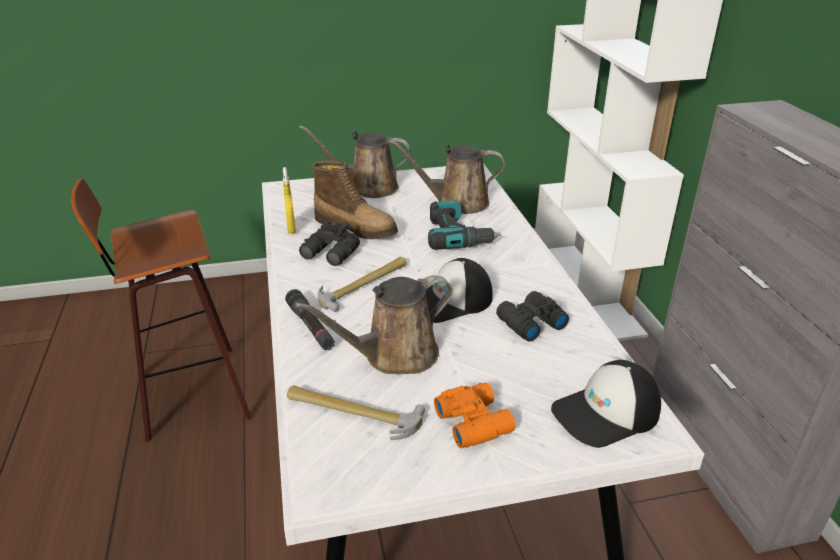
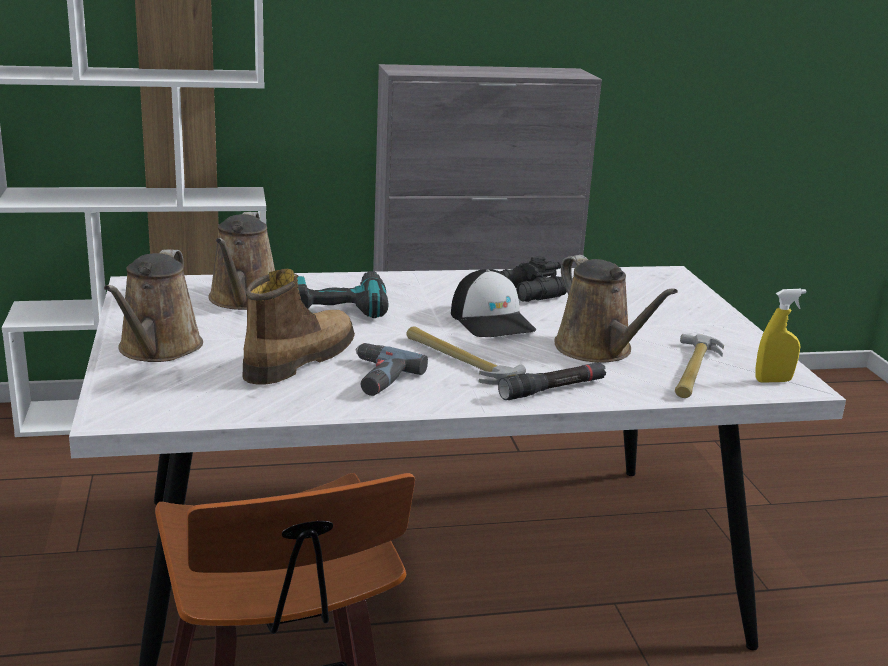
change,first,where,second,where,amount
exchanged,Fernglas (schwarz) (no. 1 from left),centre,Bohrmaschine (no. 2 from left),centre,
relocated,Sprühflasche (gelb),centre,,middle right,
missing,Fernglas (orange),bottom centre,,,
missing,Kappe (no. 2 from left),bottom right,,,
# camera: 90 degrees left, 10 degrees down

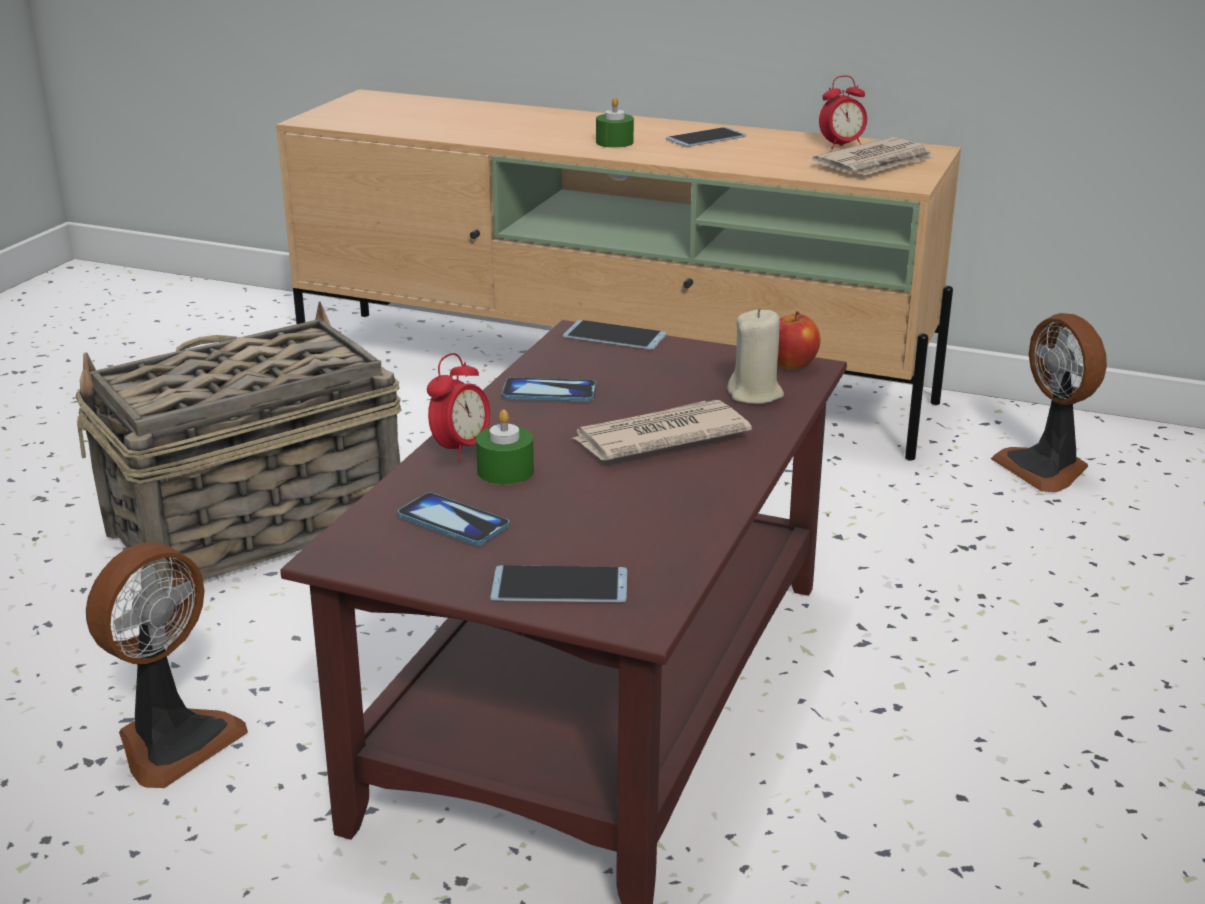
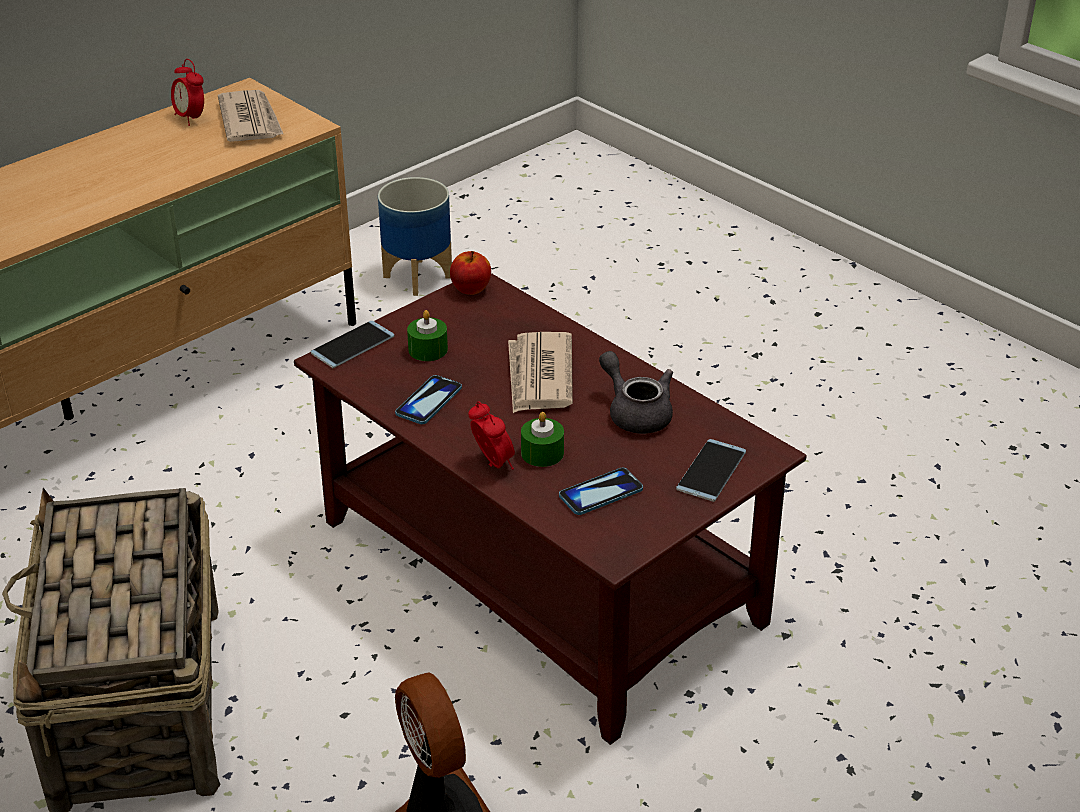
change,first,where,second,where,amount
spun,Wecker (no. 2 from left in the first image),top right,Wecker (no. 1 from left),top left,135 degrees clockwise
exchanged,Ventilator (no. 2 from left),middle right,Pflanzkübel,top centre,
relocated,Kerze (grün) (no. 2 from left in the first image),top centre,Kerze (grün) (no. 1 from left),centre,
appeared,,,Teekanne (grau),centre,
missing,Handy (no. 5 from left),top centre,,,
missing,Kerze (beige),centre,,,
# camera: 65 degrees left, 10 degrees up

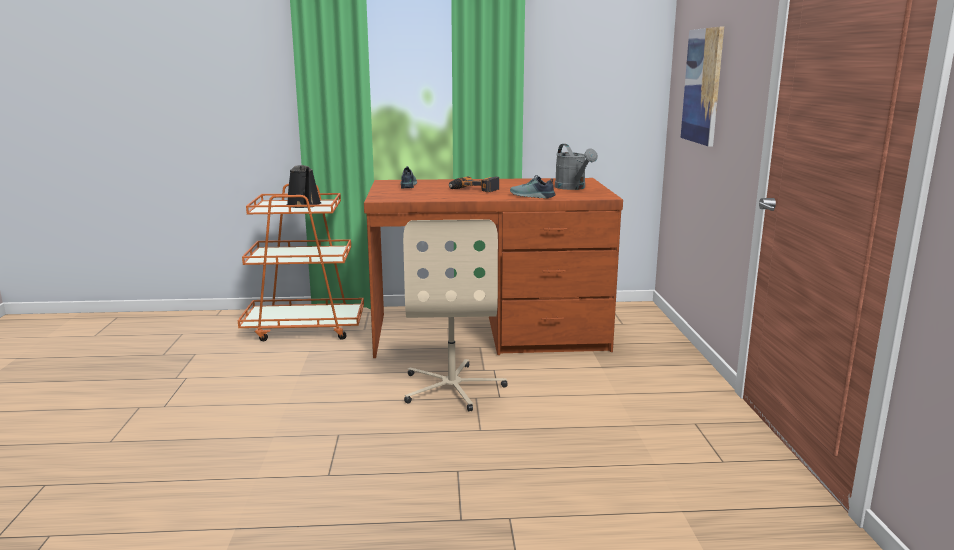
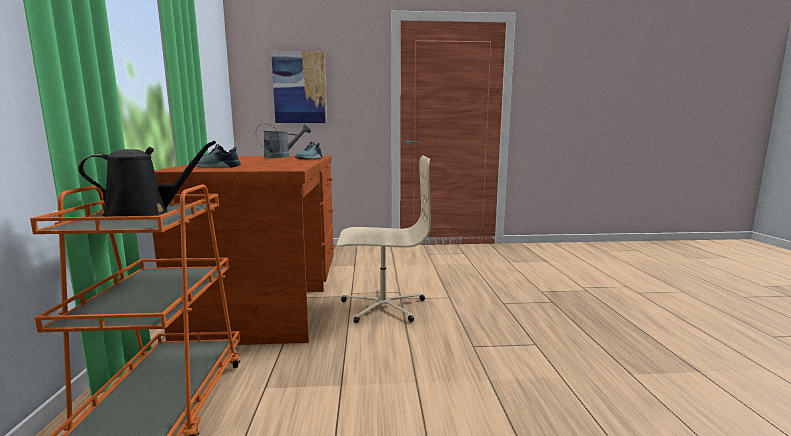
change,first,where,second,where,amount
missing,Bohrmaschine,centre,,,
# camera: 90 degrees left, 5 degrees down

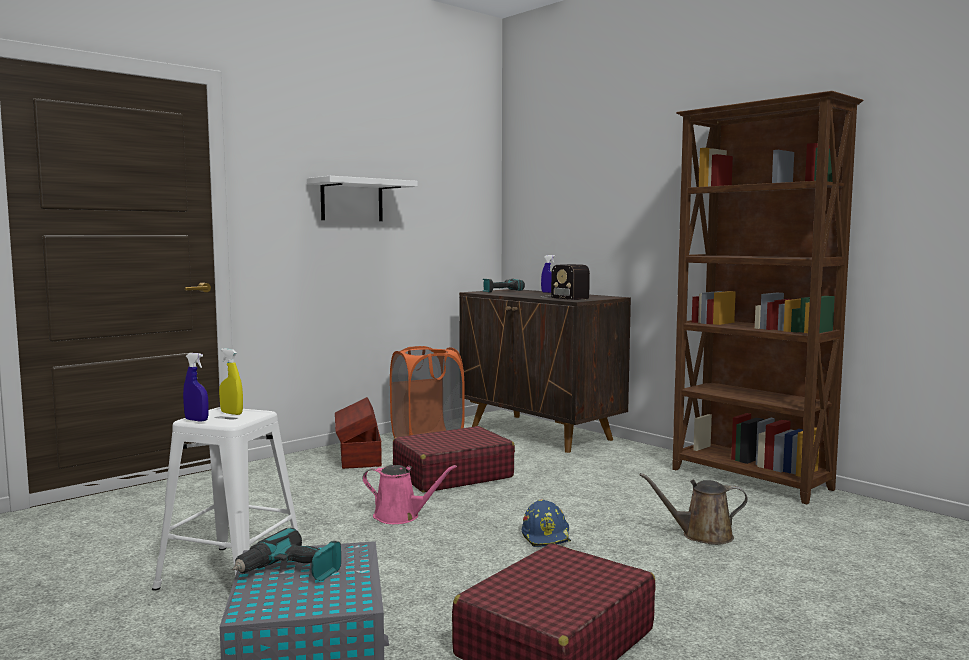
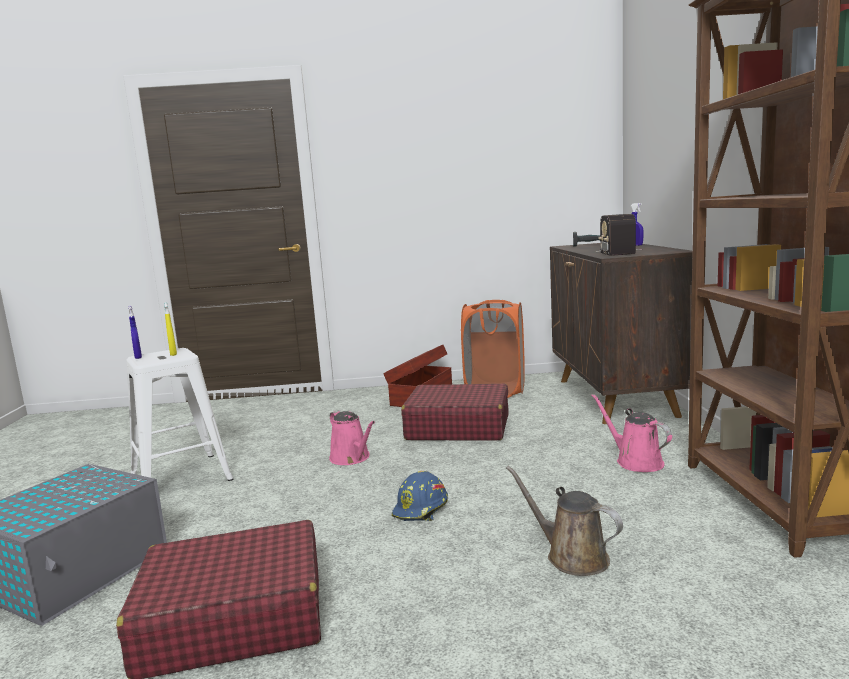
change,first,where,second,where,amount
appeared,,,Gießkanne (rosa) (no. 2 from left),middle right,
missing,Bohrmaschine (no. 1 from left),bottom left,,,
missing,Wandregal (weiß),top centre,,,
# camera: 40 degrees right, 5 degrees up

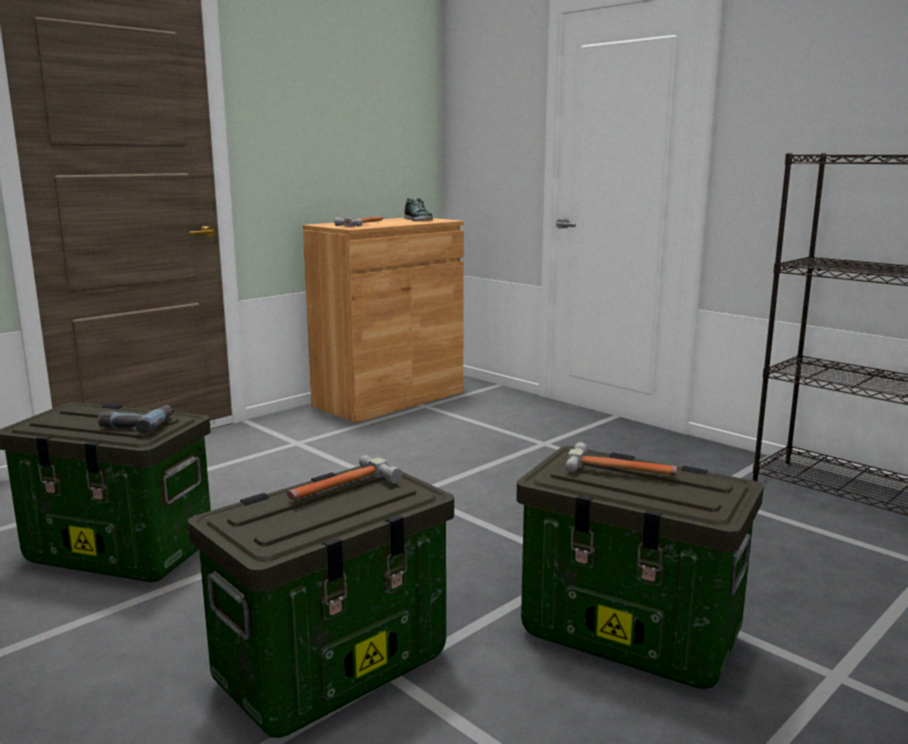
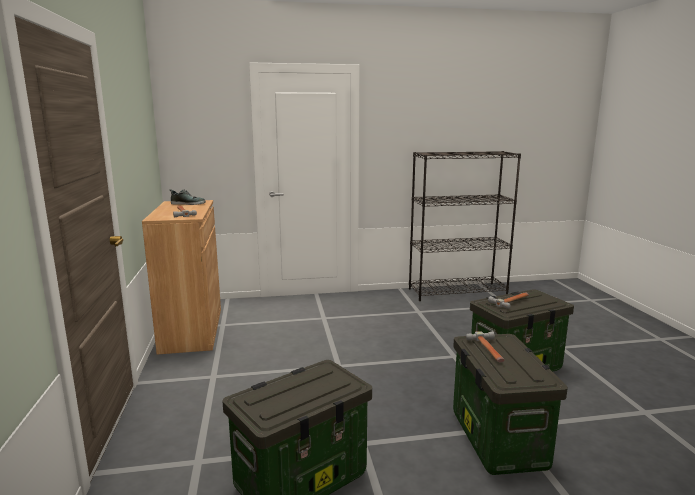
change,first,where,second,where,amount
missing,Bohrmaschine,middle left,,,
# camera: 55 degrees left, 0 degrees up

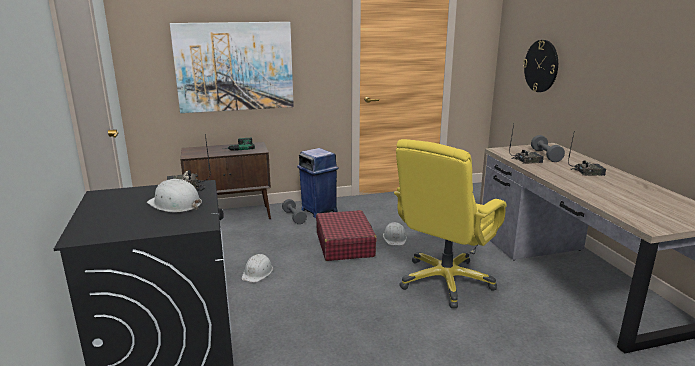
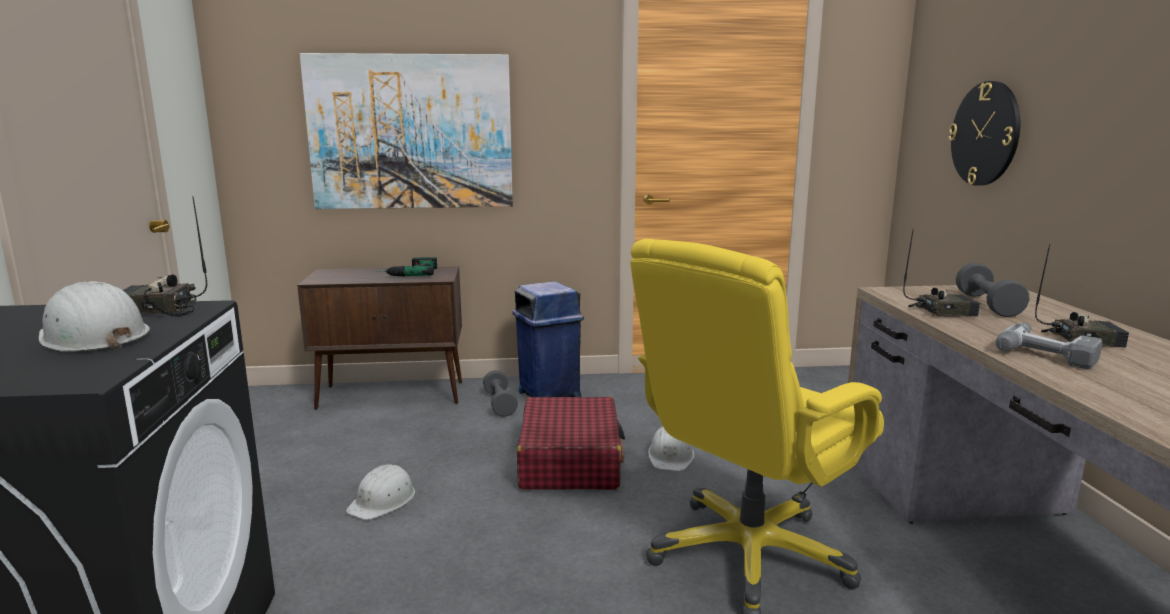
change,first,where,second,where,amount
appeared,,,Bohrmaschine (no. 2 from left),middle right,
# camera: 10 degrees right, 5 degrees down

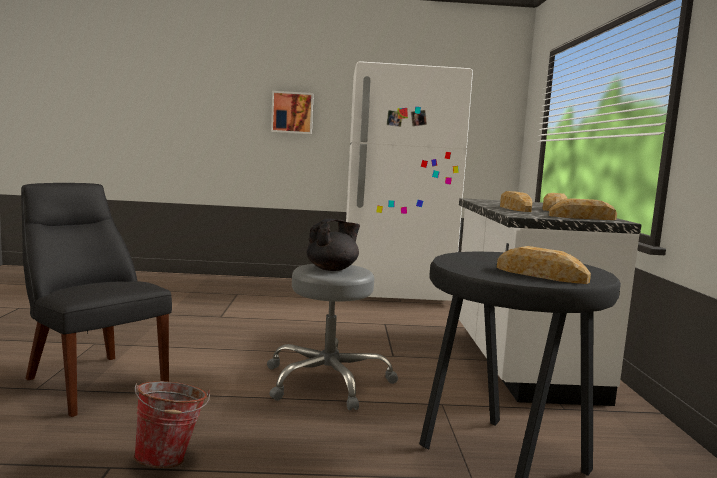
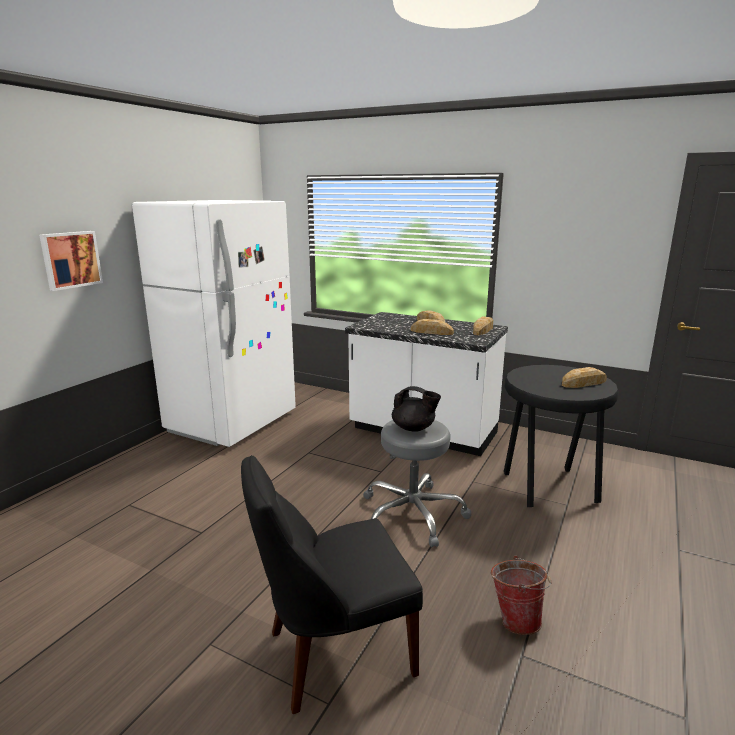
change,first,where,second,where,amount
spun,Teekanne (schwarz),centre,,centre,120 degrees clockwise
# camera: 60 degrees left, 10 degrees up

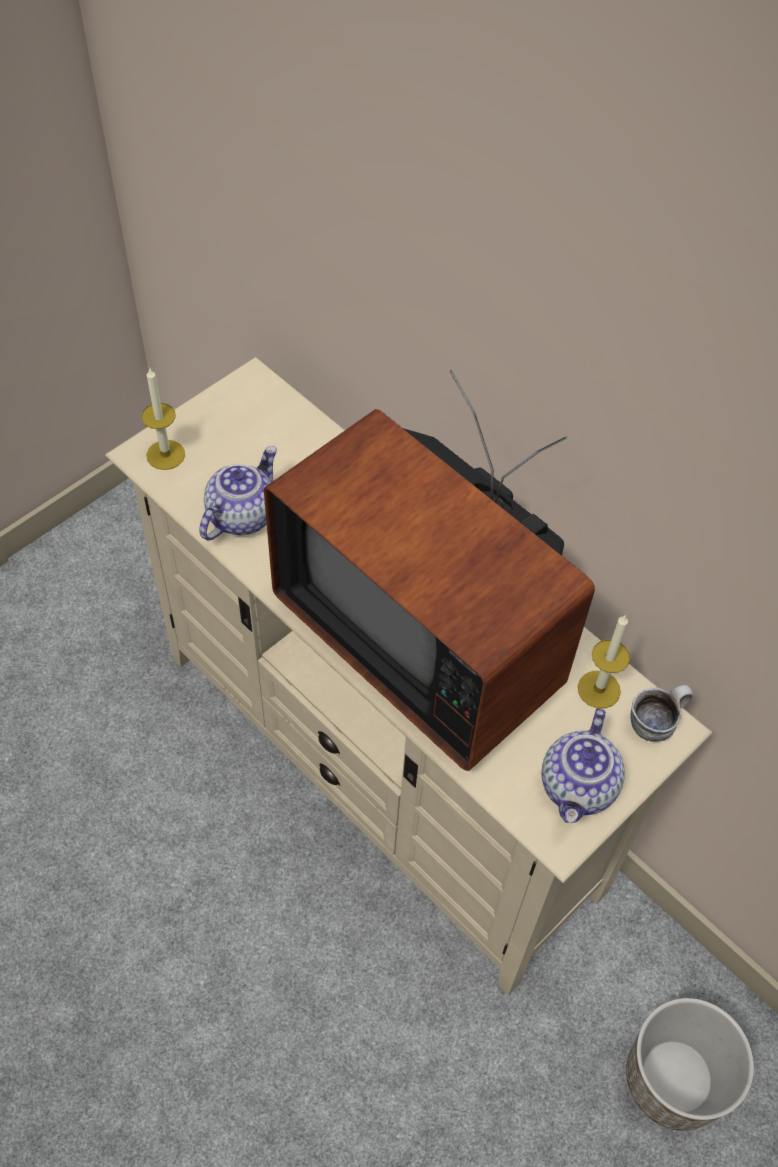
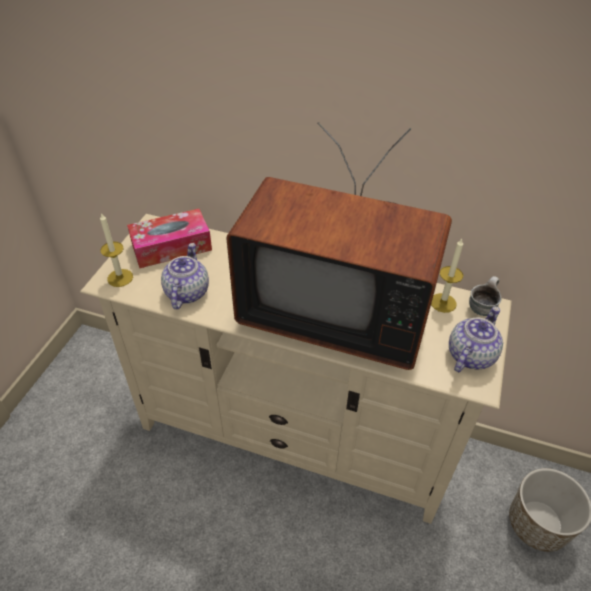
change,first,where,second,where,amount
appeared,,,Taschentuchbox,middle left,
spun,Teekanne (no. 2 from left),middle right,,middle right,135 degrees counterclockwise
# camera: 25 degrees left, 10 degrees down

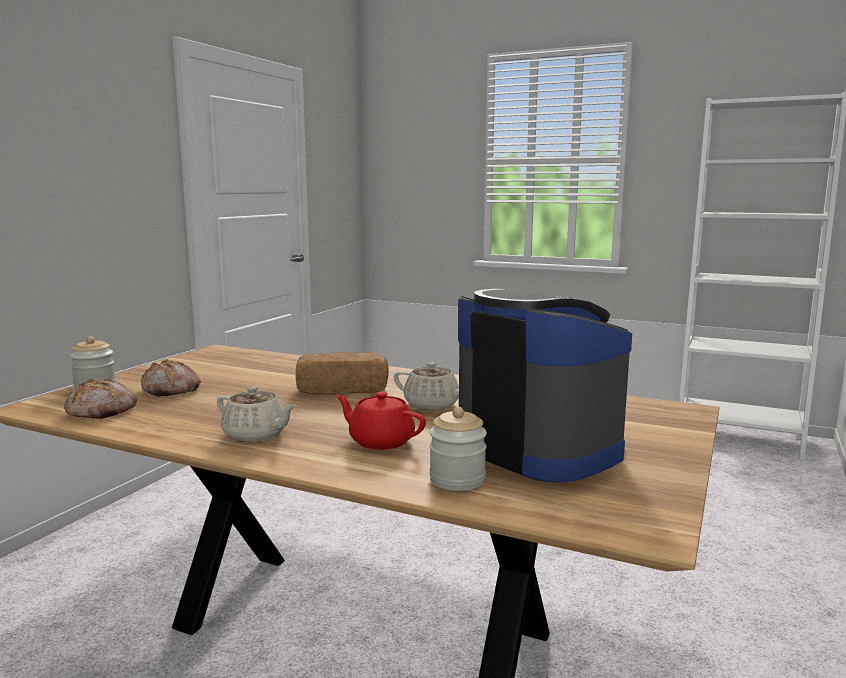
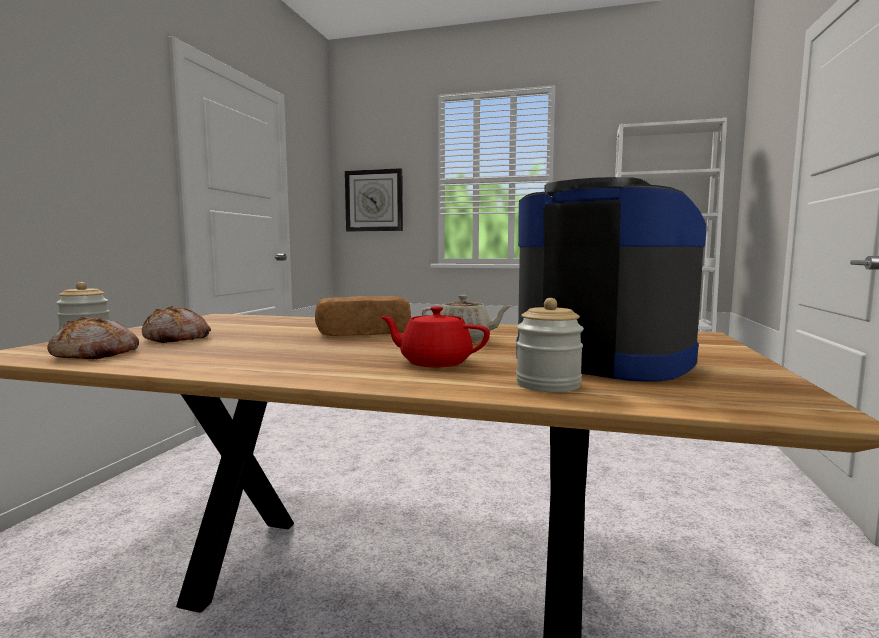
change,first,where,second,where,amount
appeared,,,Wanduhr,top centre,
missing,Teekanne (beige) (no. 1 from left),middle left,,,
# camera: 10 degrees left, 5 degrees down

